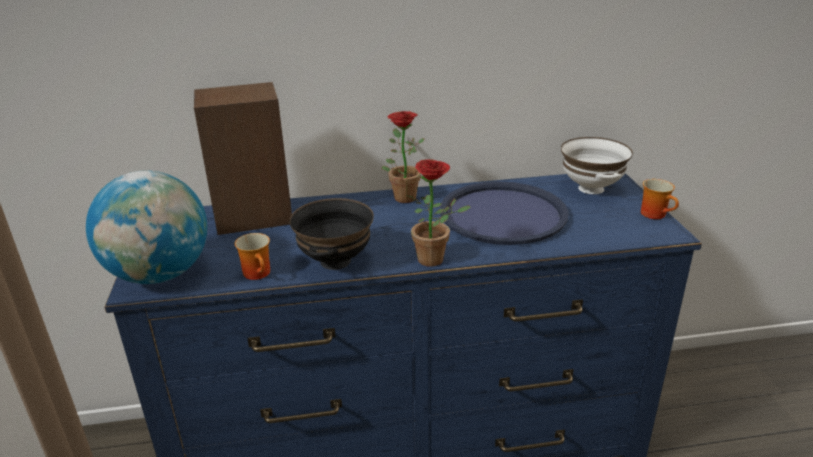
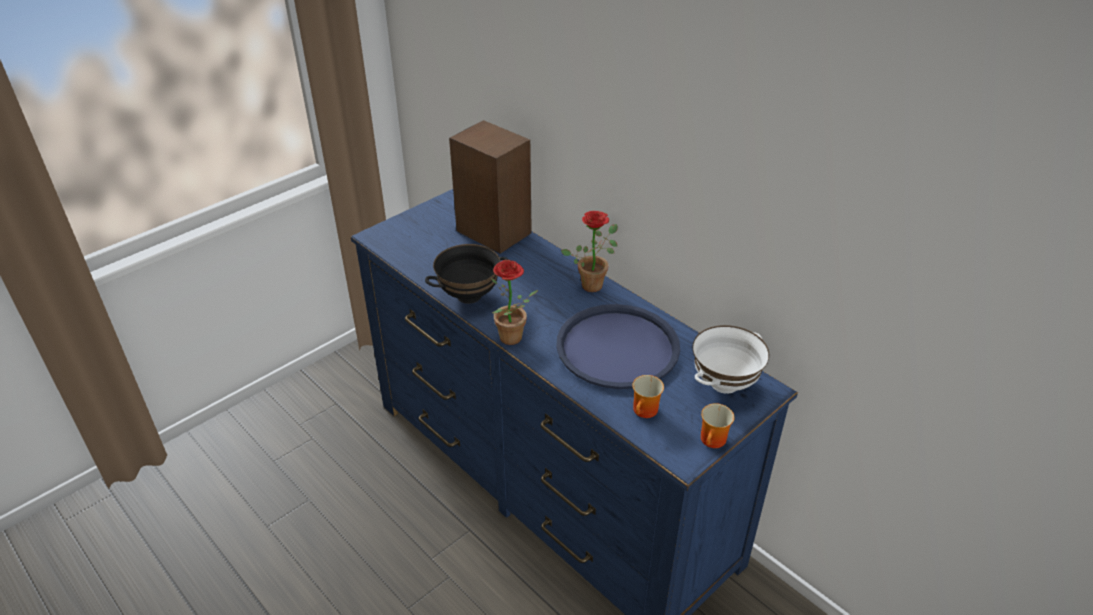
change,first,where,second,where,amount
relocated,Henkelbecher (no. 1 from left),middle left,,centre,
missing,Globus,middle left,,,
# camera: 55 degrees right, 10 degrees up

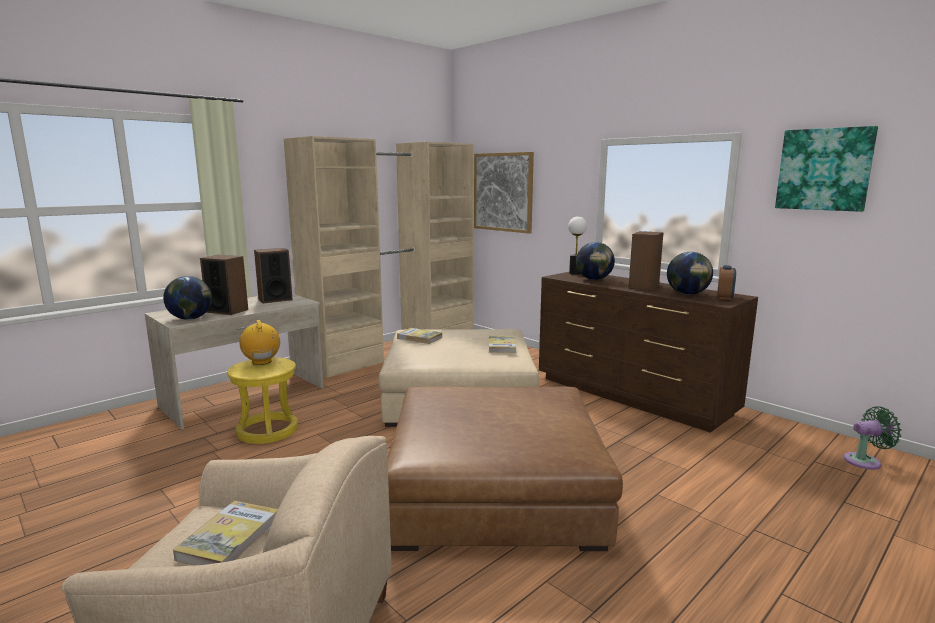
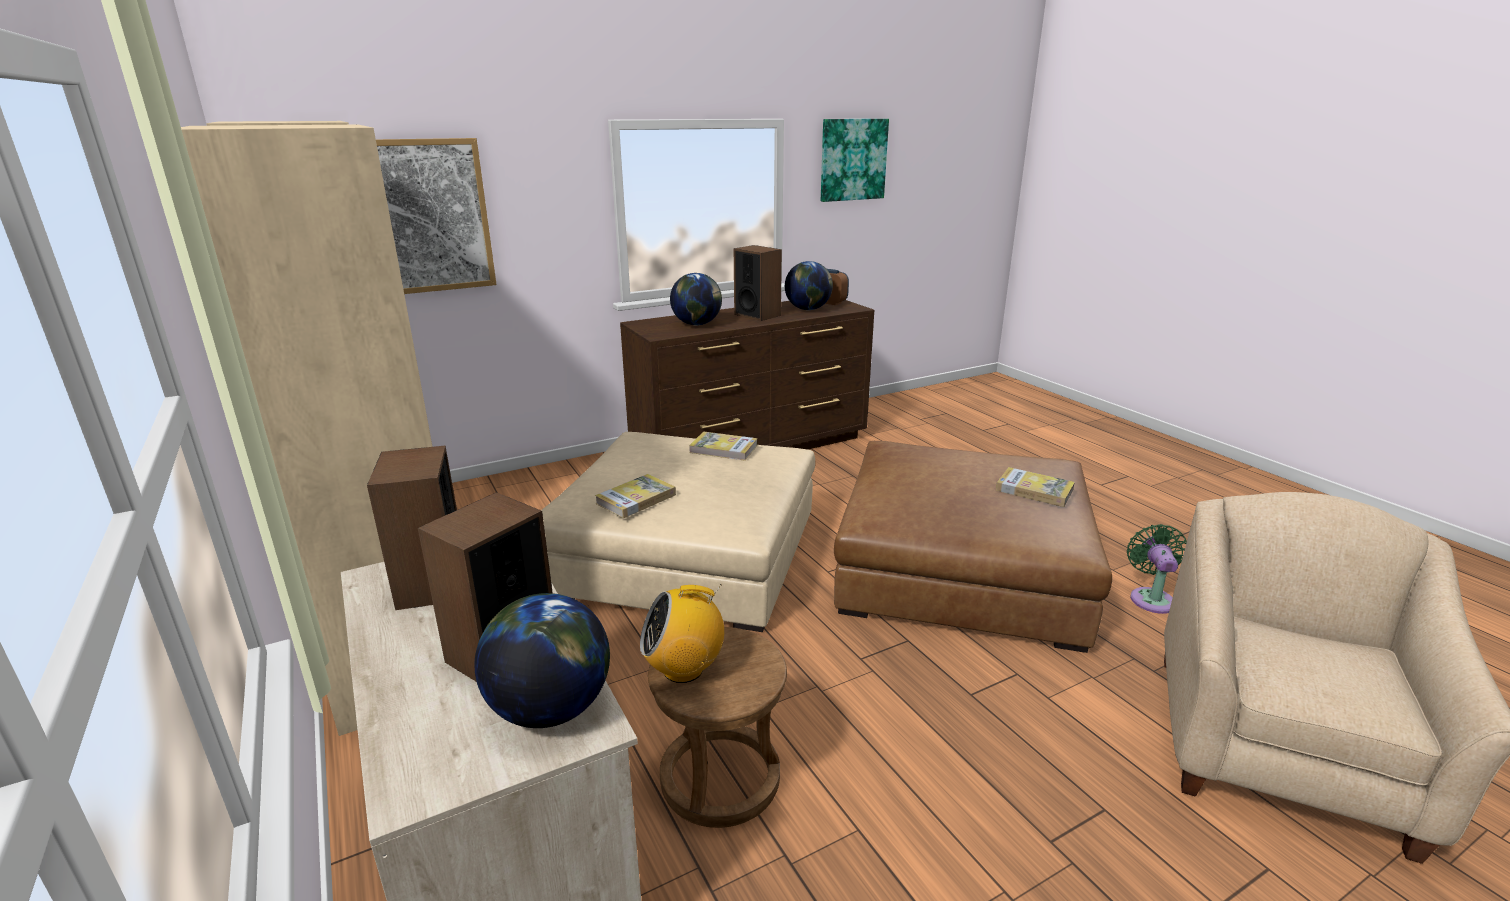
change,first,where,second,where,amount
colour,Hocker (gelb),middle left,Hocker (braun),bottom centre,
relocated,Buch (no. 1 from left in the first image),bottom left,Buch (no. 3 from left),middle right,
relocated,Ventilator (grün),bottom right,,middle right,
missing,Tischlampe,centre,,,
# camera: 75 degrees left, 10 degrees up

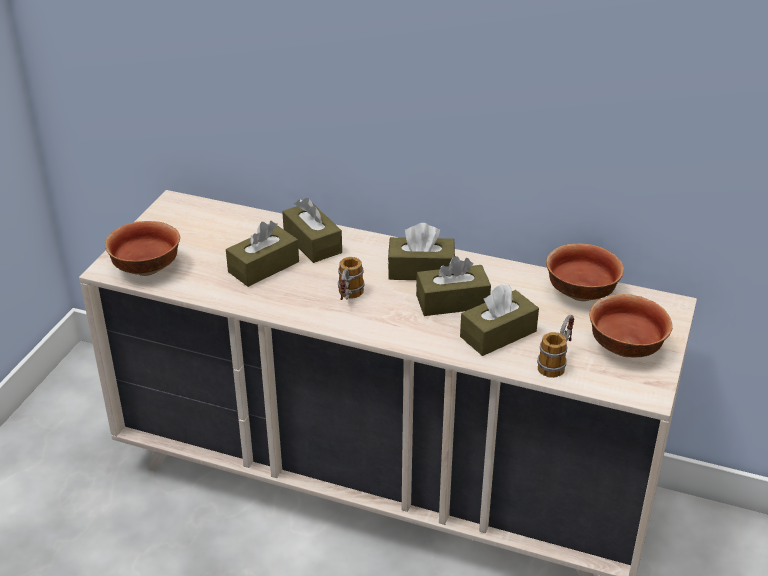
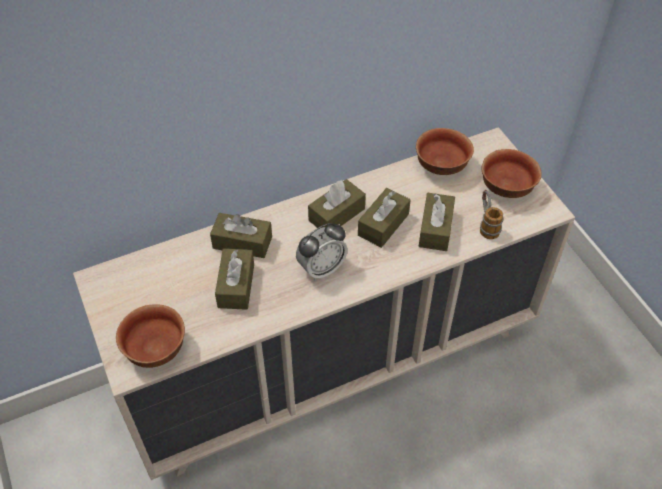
change,first,where,second,where,amount
exchanged,Henkelbecher (no. 1 from left),centre,Wecker,centre,
# camera: 45 degrees left, 15 degrees up

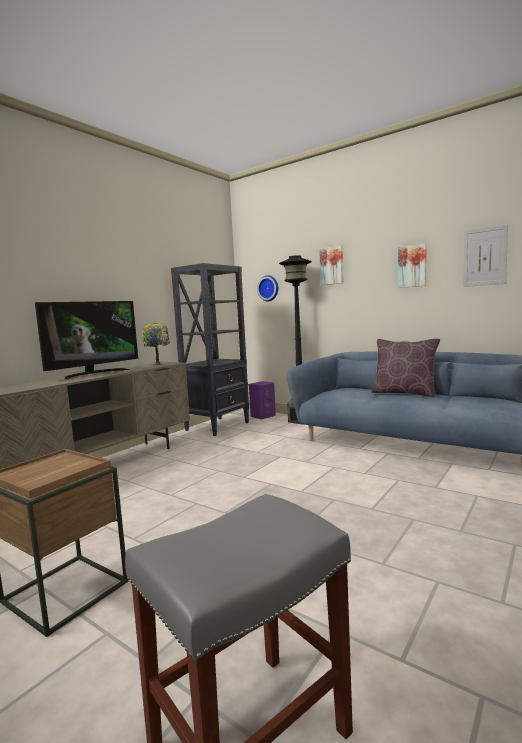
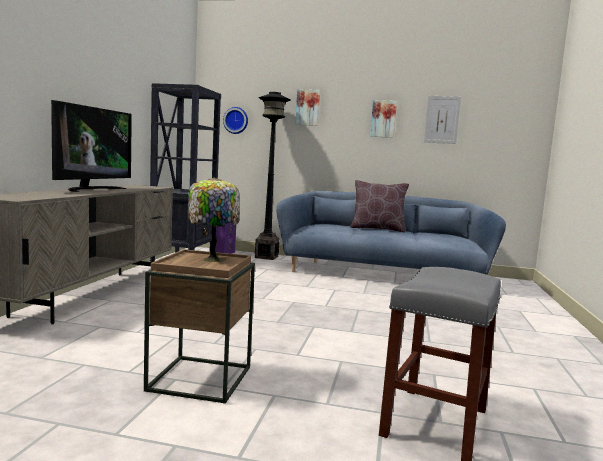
change,first,where,second,where,amount
relocated,Tischlampe,middle left,,centre,
# camera: 25 degrees left, 0 degrees up

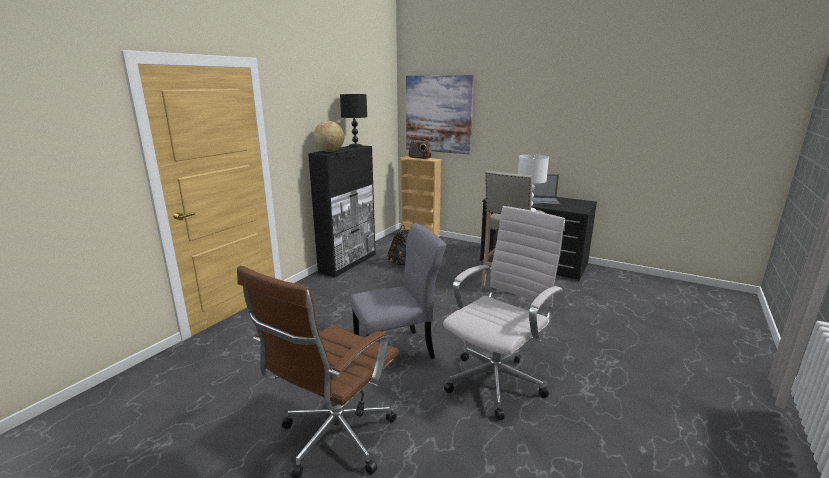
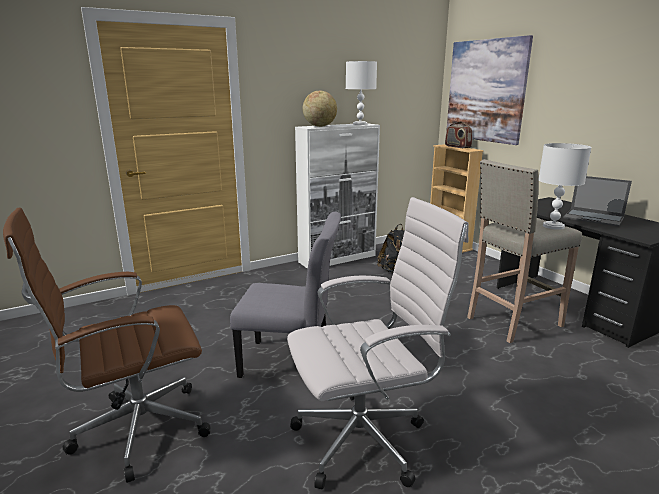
change,first,where,second,where,amount
colour,Schrank (schwarz),centre,Schrank (weiß),centre,
colour,Tischlampe (schwarz),top centre,Tischlampe (weiß) (no. 1 from left),top centre,
# camera: 30 degrees right, 0 degrees up

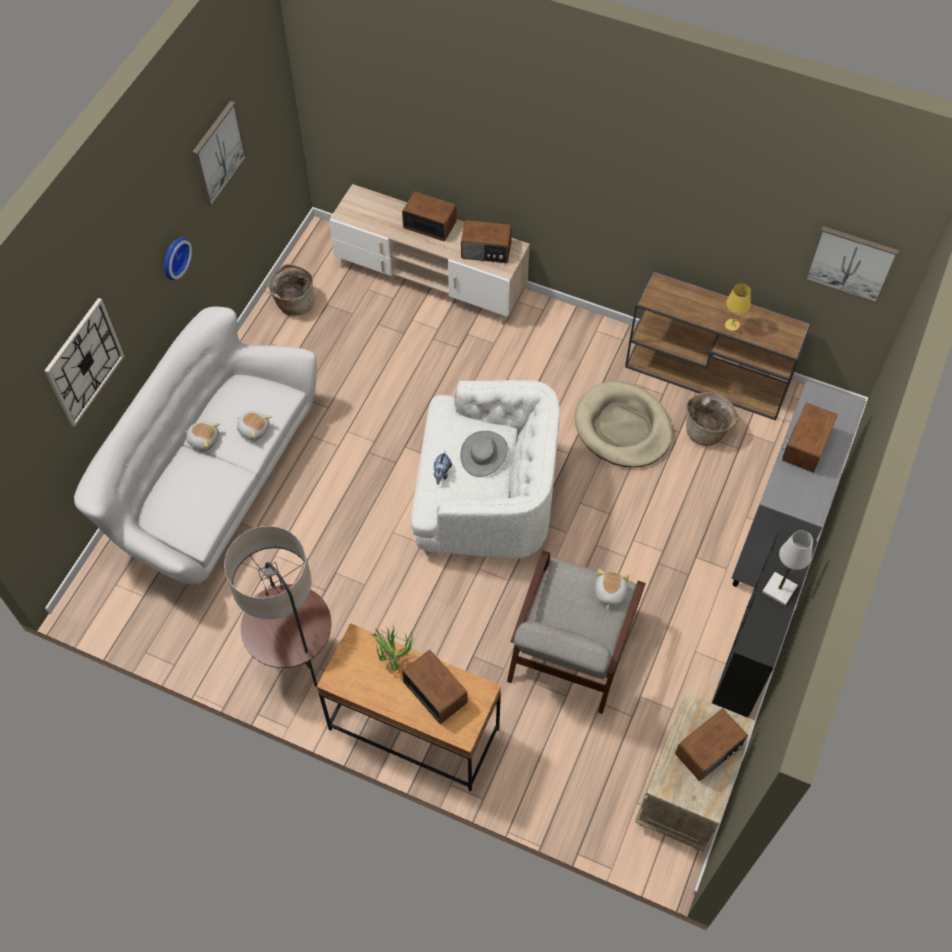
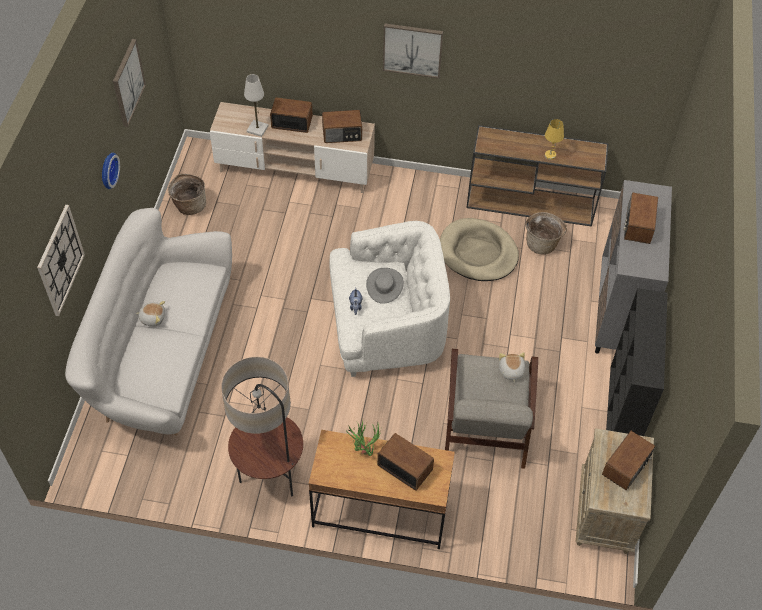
change,first,where,second,where,amount
relocated,Tischlampe (weiß),middle right,,top centre,
relocated,Bild (no. 2 from left),top right,,top centre,
missing,Plüschtier (no. 2 from left),middle left,,,
# camera: 15 degrees left, 5 degrees down

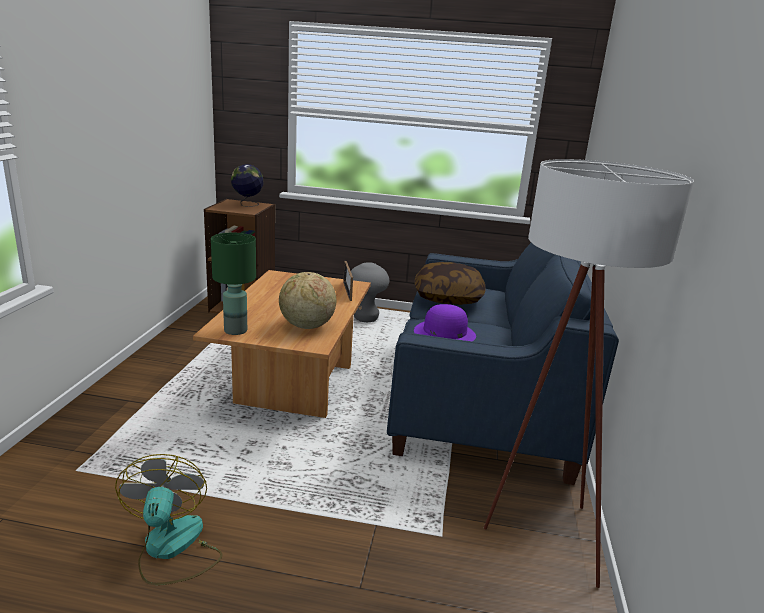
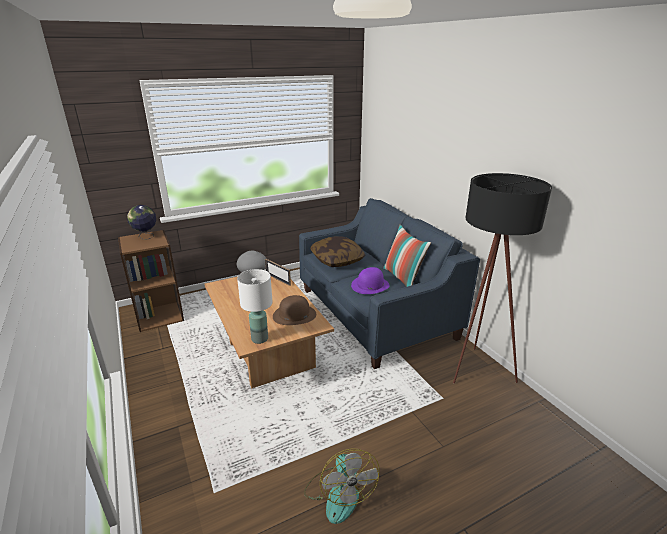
change,first,where,second,where,amount
colour,Tischlampe (grün),middle left,Tischlampe (weiß),centre,
exchanged,Globus (no. 2 from left),centre,Hut (braun),centre,
spun,Ventilator,bottom left,,bottom centre,150 degrees counterclockwise
appeared,,,Kissen (no. 2 from left),centre,
colour,Stehlampe (weiß),middle right,Stehlampe (schwarz),middle right,
# camera: 35 degrees left, 5 degrees up

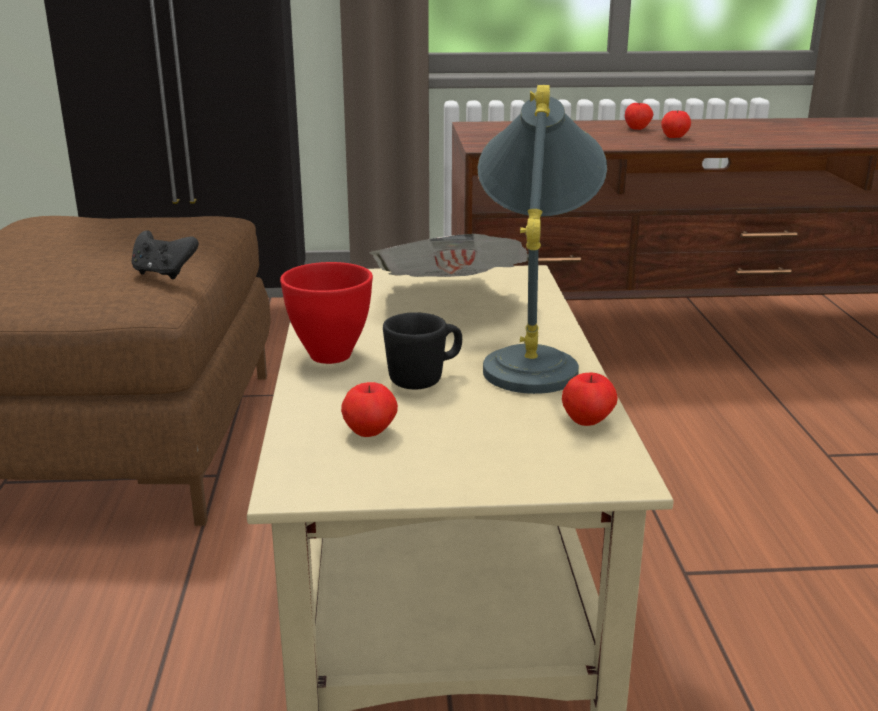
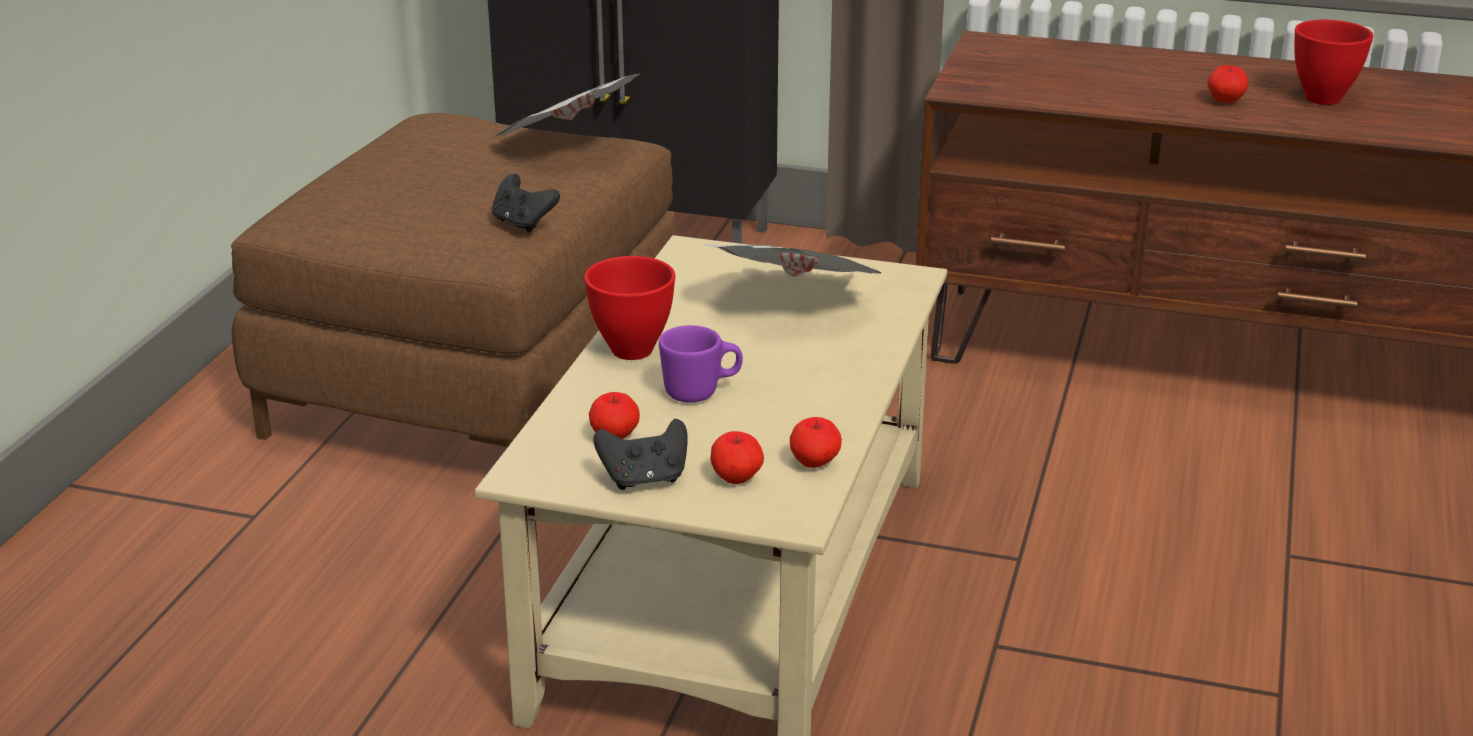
change,first,where,second,where,amount
appeared,,,Zeitung (no. 1 from left),top centre,
appeared,,,Gamepad (schwarz) (no. 2 from left),centre,
colour,Henkelbecher (schwarz),centre,Henkelbecher (lila),centre,
relocated,Apfel (no. 3 from left in the first image),top right,Apfel (no. 2 from left),centre,
appeared,,,Schüssel (rot) (no. 2 from left),top right,
missing,Tischlampe (grau),centre,,,
# camera: 20 degrees right, 5 degrees up

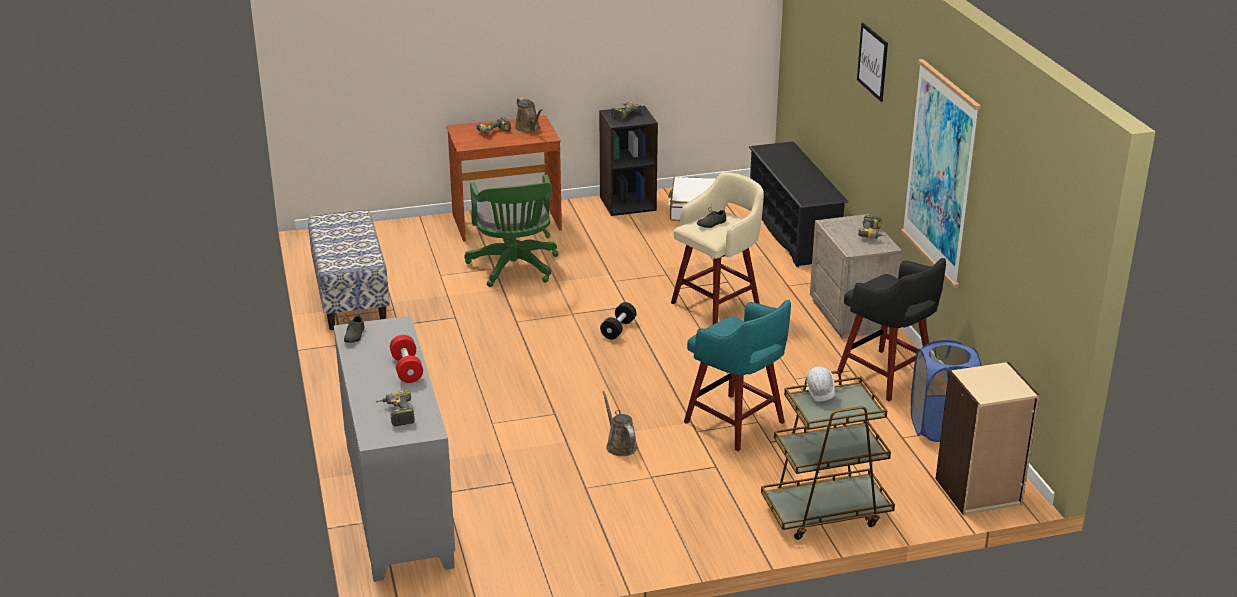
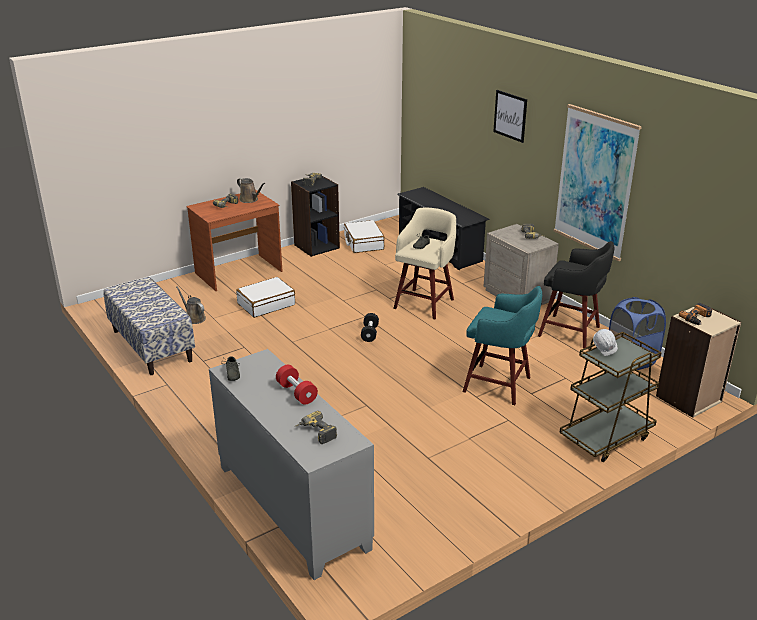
change,first,where,second,where,amount
relocated,Gießkanne (braun) (no. 2 from left in the first image),bottom centre,Gießkanne (braun) (no. 1 from left),middle left,
exchanged,Bürostuhl (grün),centre,Koffer (weiß) (no. 1 from left),centre,
appeared,,,Bohrmaschine (no. 5 from left),middle right,
# camera: 20 degrees left, 0 degrees up

